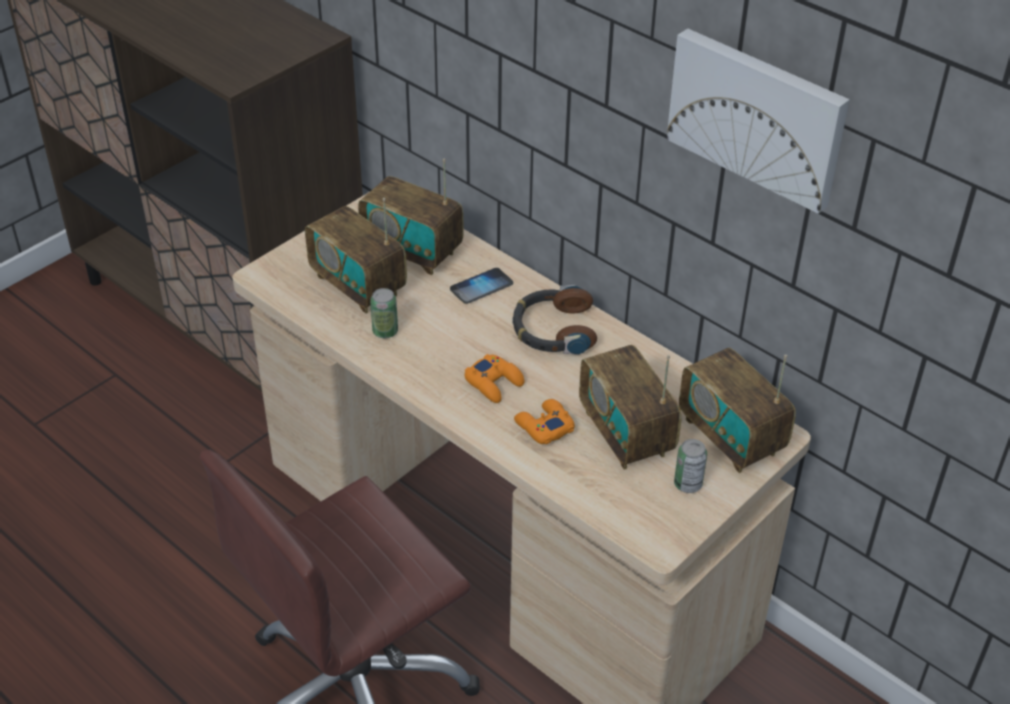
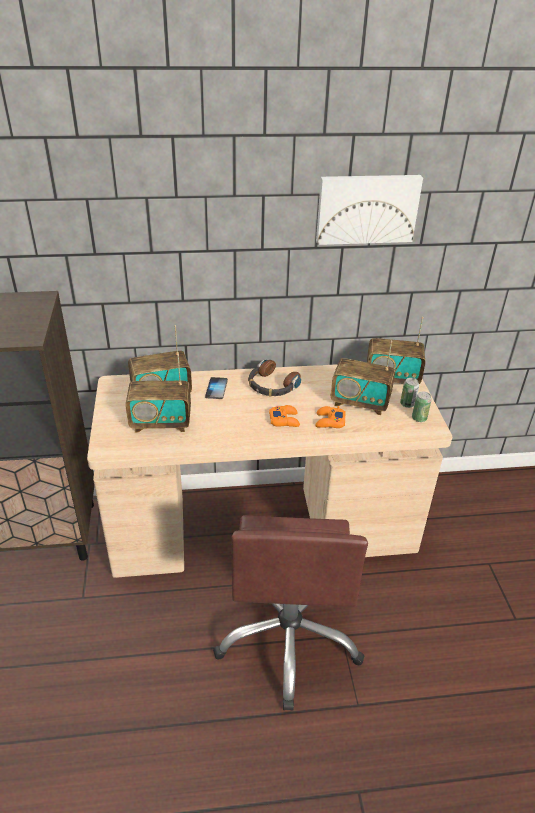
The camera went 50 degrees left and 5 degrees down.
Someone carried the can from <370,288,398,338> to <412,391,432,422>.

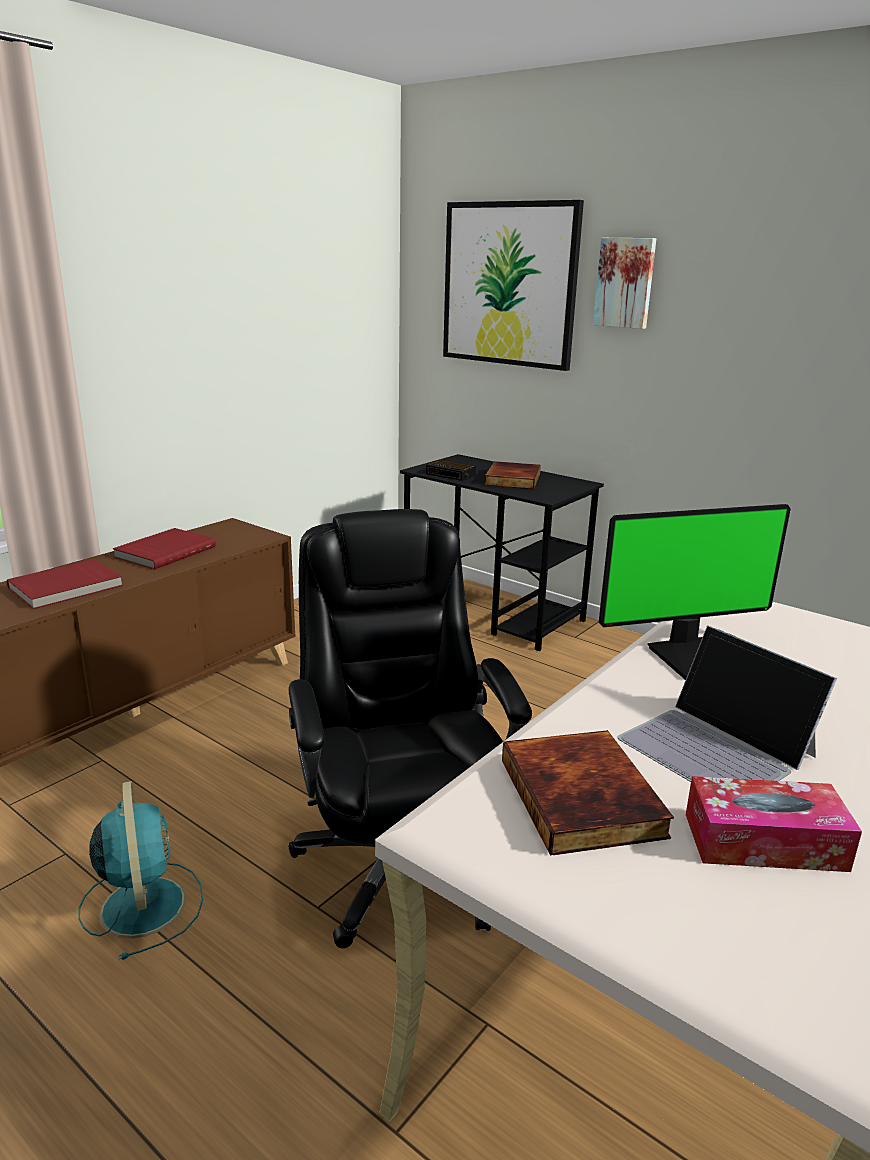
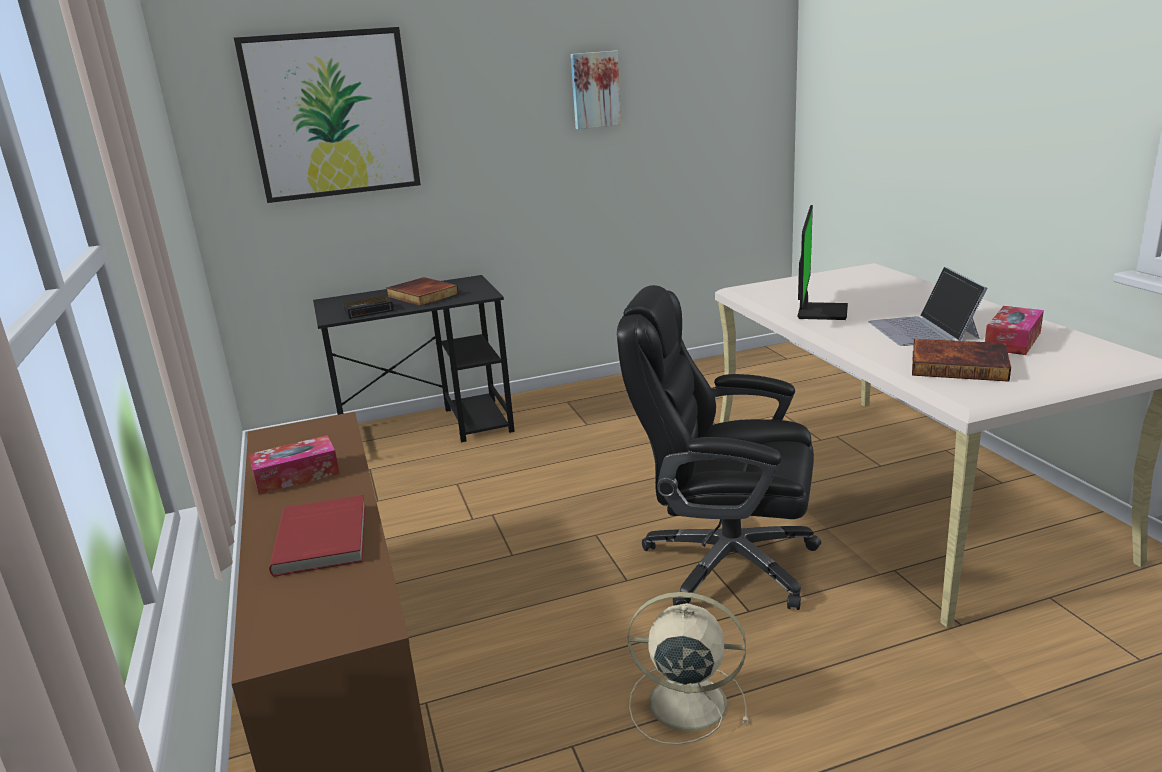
The camera went 55 degrees left and 0 degrees up.
Someone repainted the turquoise fan at <78,781,203,960>, which became the beige fan at <628,592,748,745>.
Someone swapped the red book at <113,528,216,570> for the tissue box at <249,435,340,495>.
Someone carried the picture from <593,238,656,329> to <571,51,621,129>.
Someone rotated the laptop at <618,625,837,782> by 90 degrees clockwise.

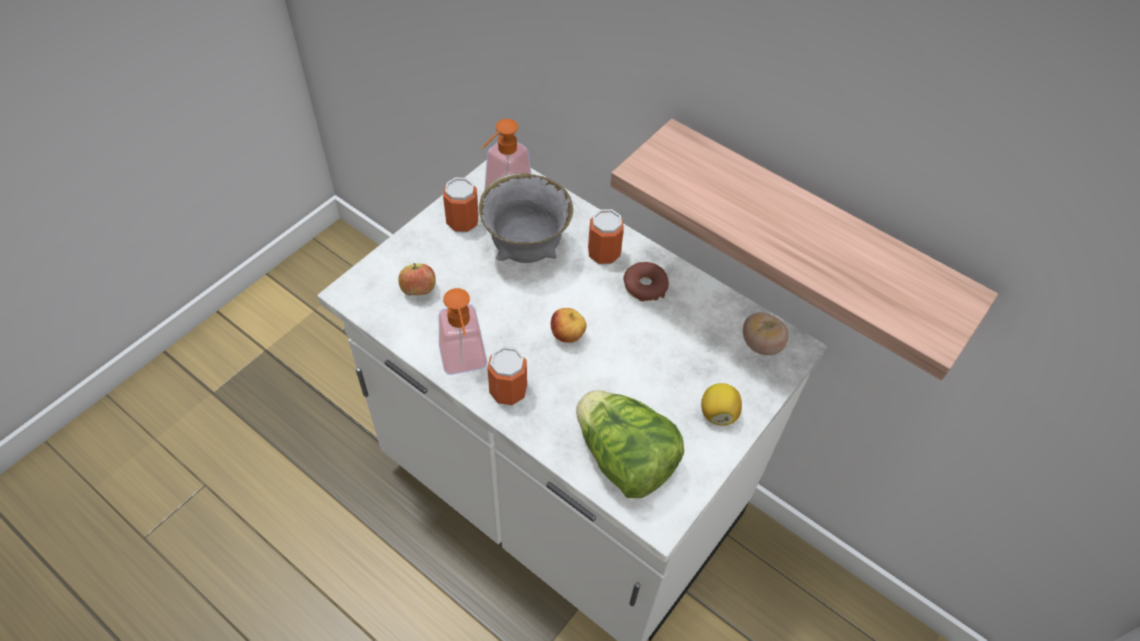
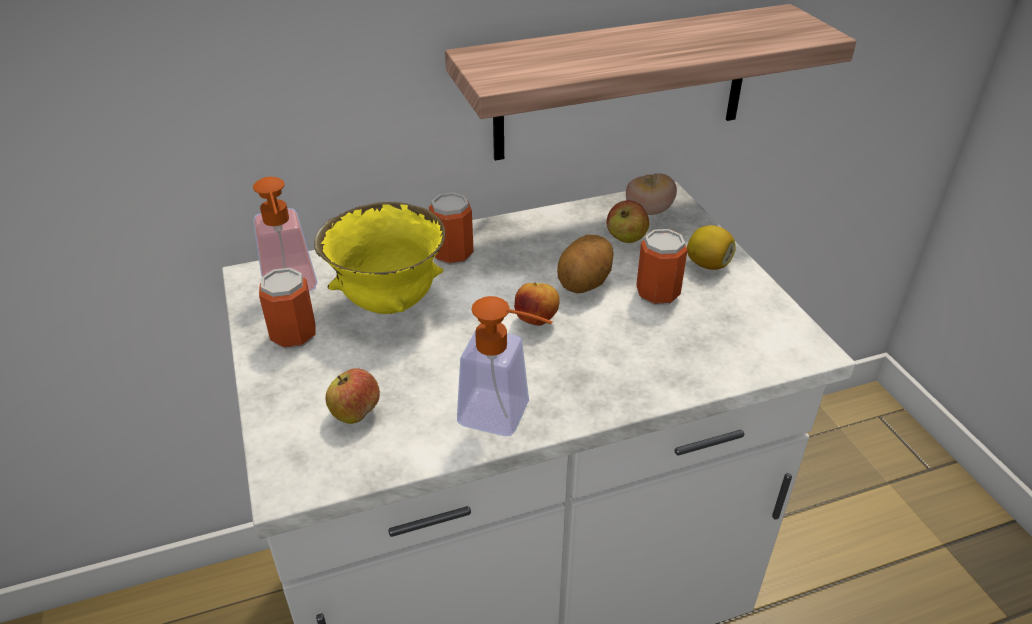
The camera went 55 degrees left and 15 degrees down.
Someone repainted the grey bowl at <479,173,573,263>, which became the yellow bowl at <314,202,446,314>.
Someone carried the can from <487,346,527,405> to <636,229,687,305>.
Someone took away the lettuce at <576,390,684,498>.
Someone took away the donut at <623,262,669,301>.
Someone put down the potato at <557,235,614,293>.
Someone put down the apple at <606,200,649,243>.

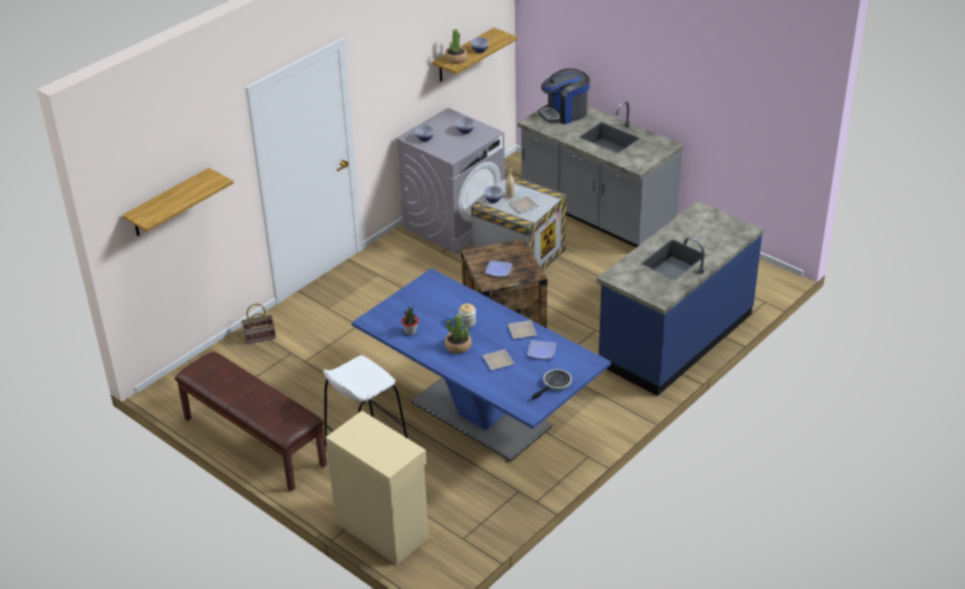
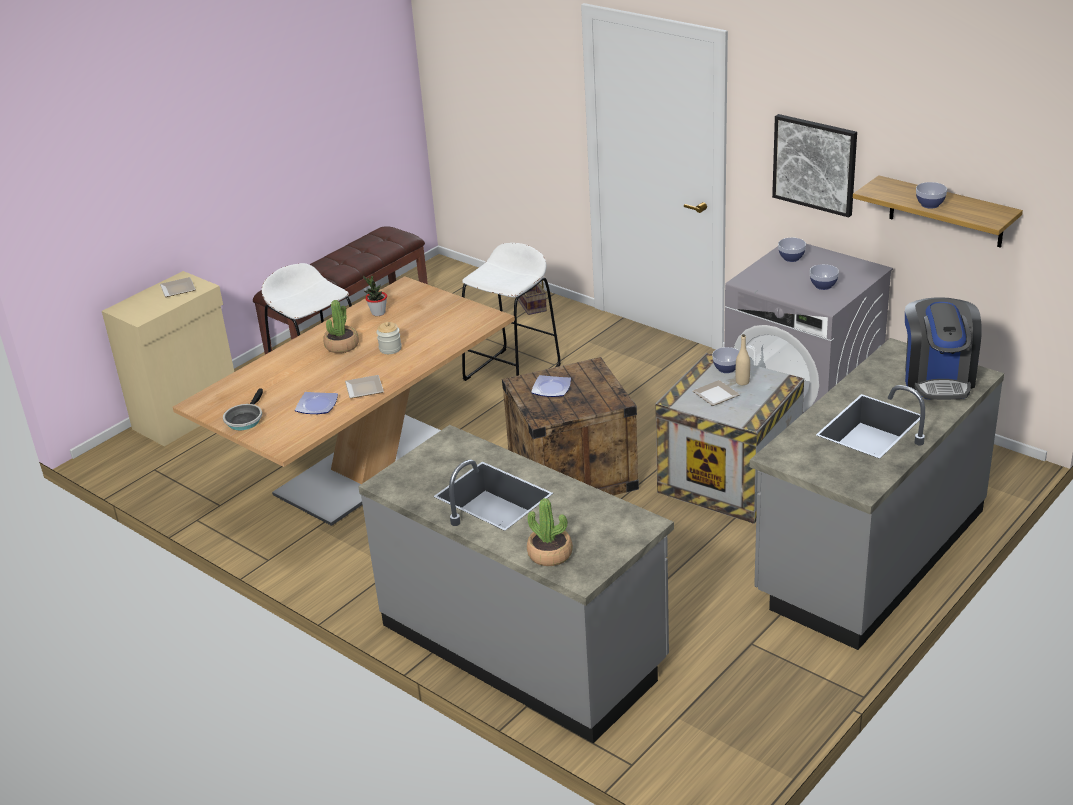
The camera went 90 degrees right and 5 degrees down.
Someone took away the shelf at <122,168,234,236>.
Someone repainted the blue dining table at <352,268,611,462>, which became the beige dining table at <172,276,515,526>.
Someone carried the potted plant from <445,29,468,64> to <527,498,573,566>.
Someone carried the plate from <482,349,514,370> to <160,277,196,297>.
Someone rotated the frying pan at <532,369,572,400> by 60 degrees clockwise.
Someone rotated the coffee machine at <539,68,590,124> by 150 degrees counterclockwise.
Someone repainted the blue counter at <597,201,763,396>, which became the grey counter at <358,425,674,743>.
Someone put down the white stool at <462,243,561,381>.
Someone put up the picture at <772,114,857,218>.

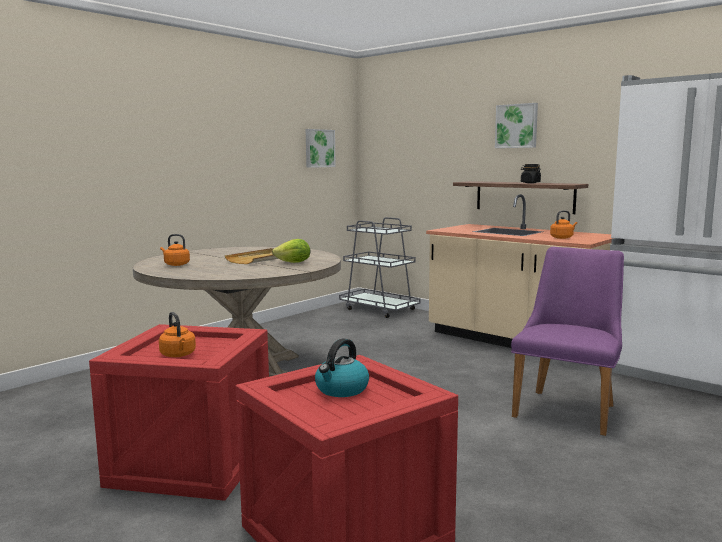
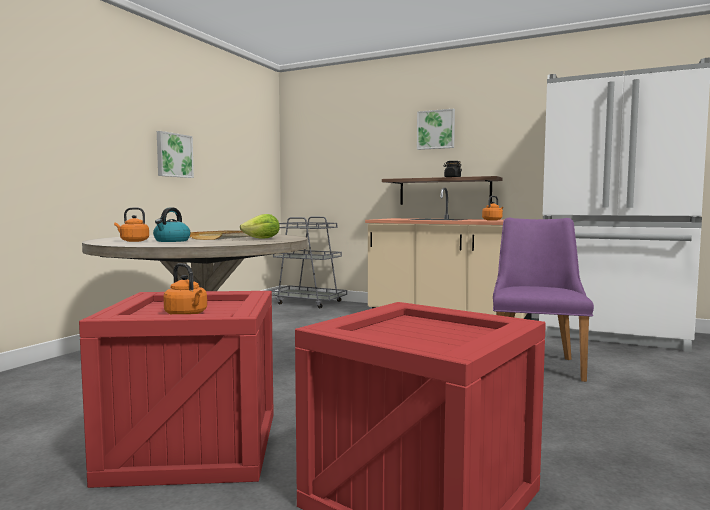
The camera went 15 degrees left and 5 degrees down.
Someone carried the picture from <306,129,336,168> to <157,131,194,178>.
Someone carried the kettle from <315,339,369,397> to <153,207,191,242>.

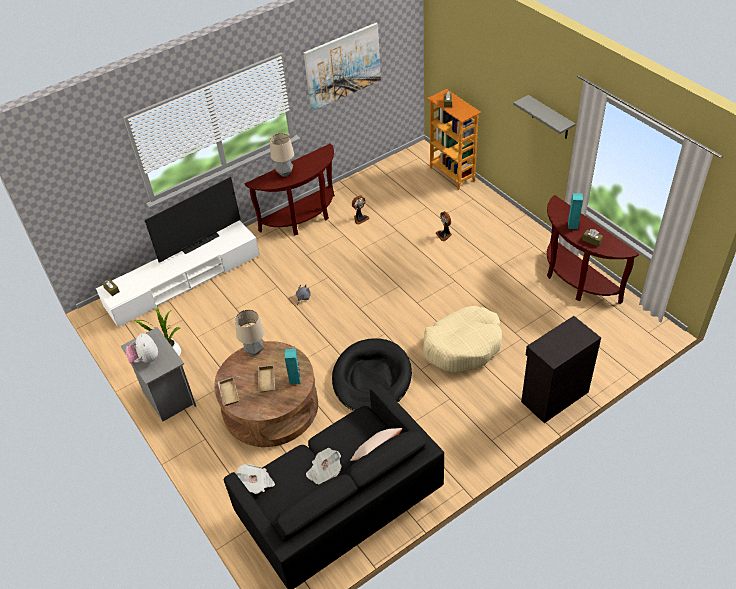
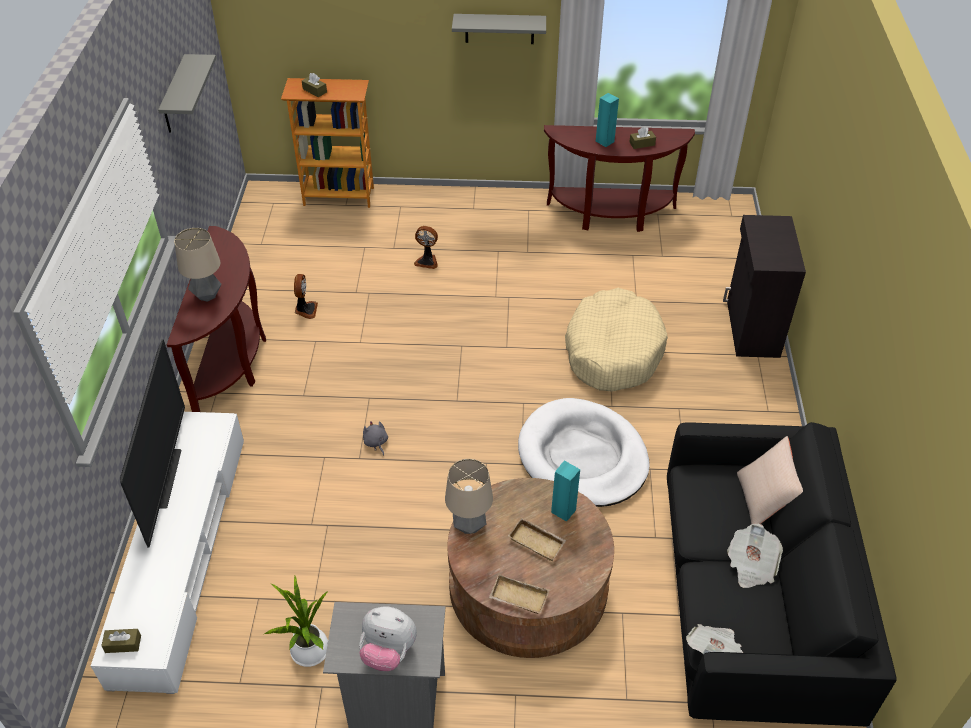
The camera went 55 degrees left and 0 degrees up.
Someone swapped the picture at <304,23,381,111> for the grey shelf at <158,54,216,133>.
Someone repainted the black dog bed at <332,338,412,411>, which became the white dog bed at <518,398,650,507>.

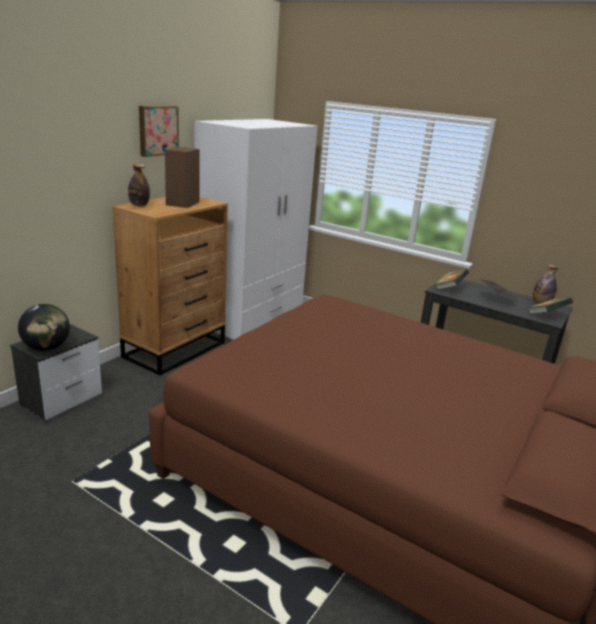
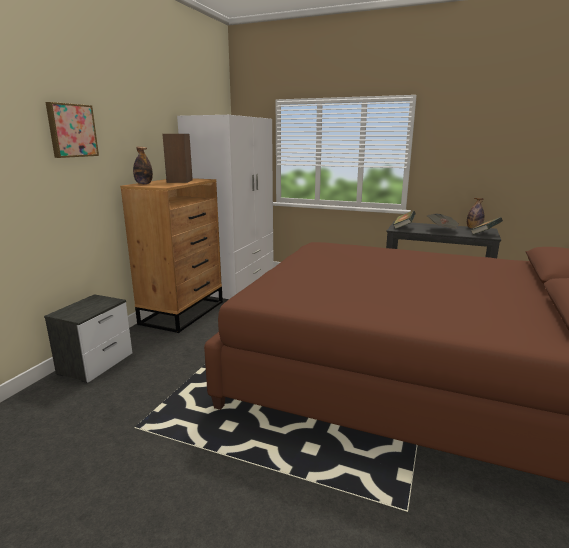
The camera went 10 degrees left and 5 degrees down.
Someone took away the globe at <18,304,70,351>.
Someone carried the picture from <139,106,179,157> to <46,102,99,158>.

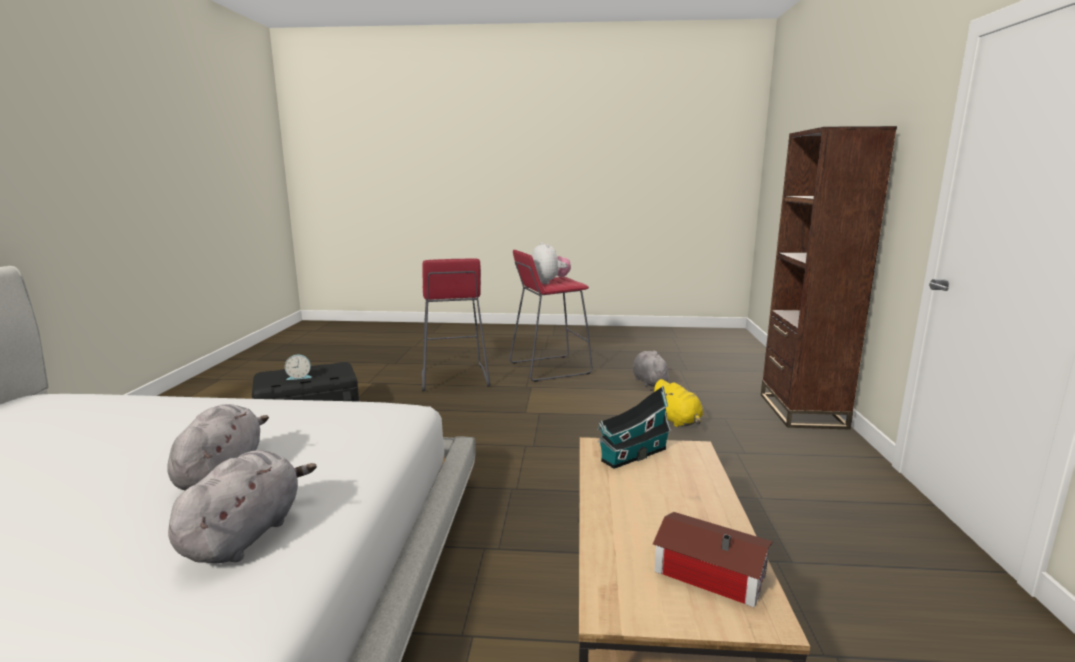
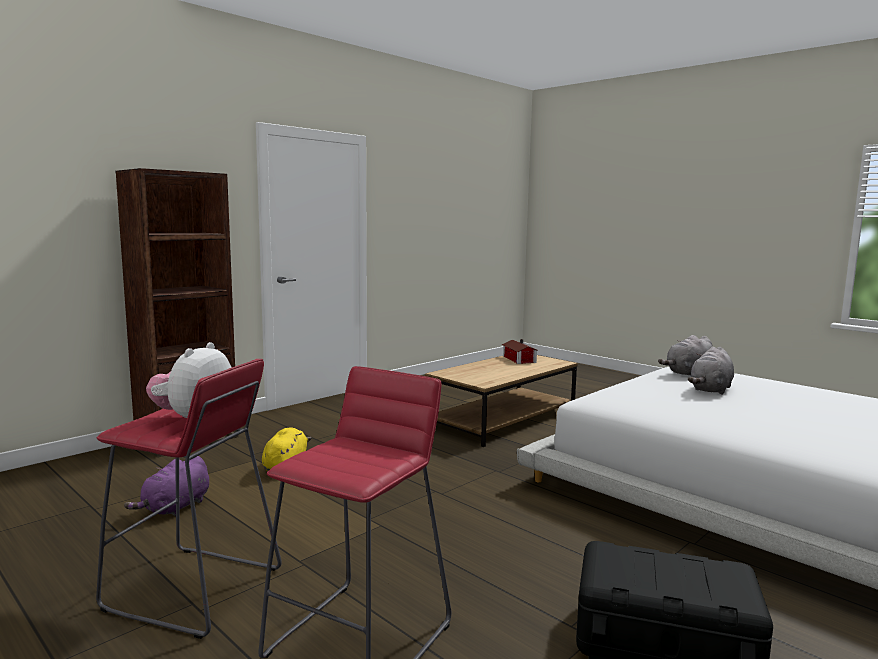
The camera went 140 degrees left and 5 degrees down.
Someone took away the alarm clock at <285,355,312,380>.
Someone took away the toy house at <598,386,672,469>.
Someone repainted the grey plush toy at <633,351,671,387>, which became the purple plush toy at <124,456,209,516>.

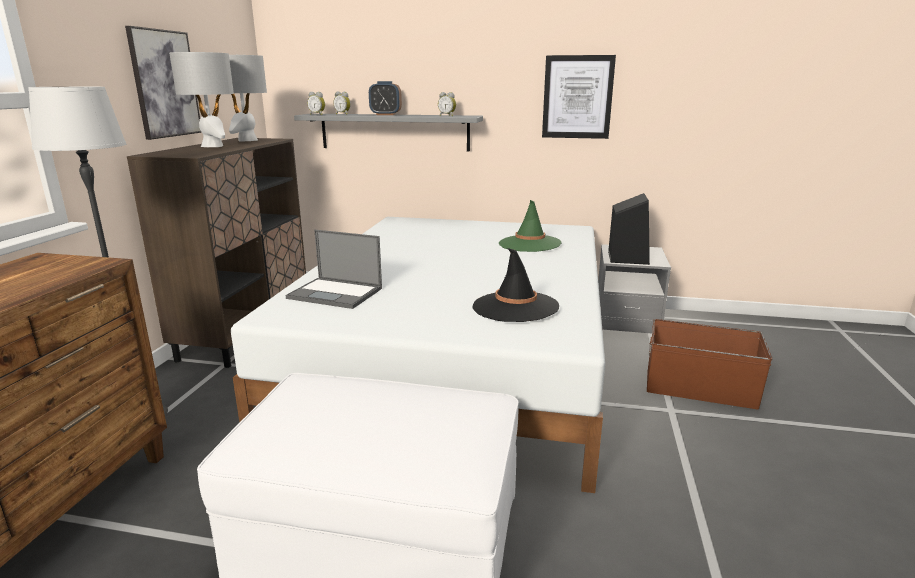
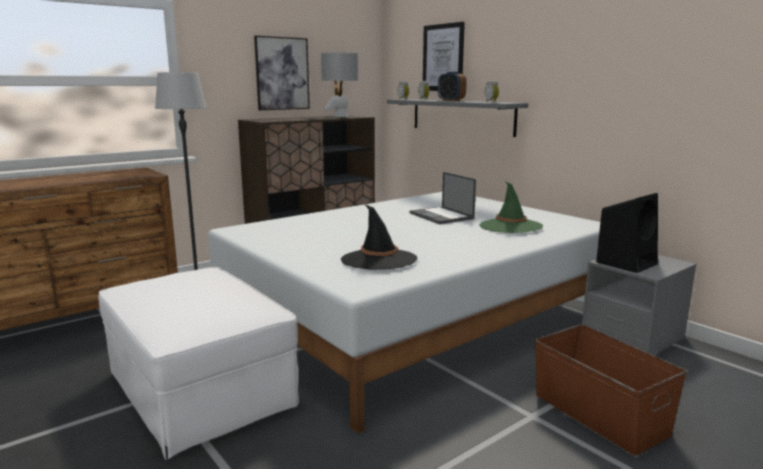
The camera went 40 degrees right and 5 degrees down.
Someone took away the grey table lamp at <169,52,234,147>.
Someone carried the laptop from <286,230,382,309> to <409,172,476,224>.
Someone carried the picture from <542,55,616,139> to <423,22,465,91>.

